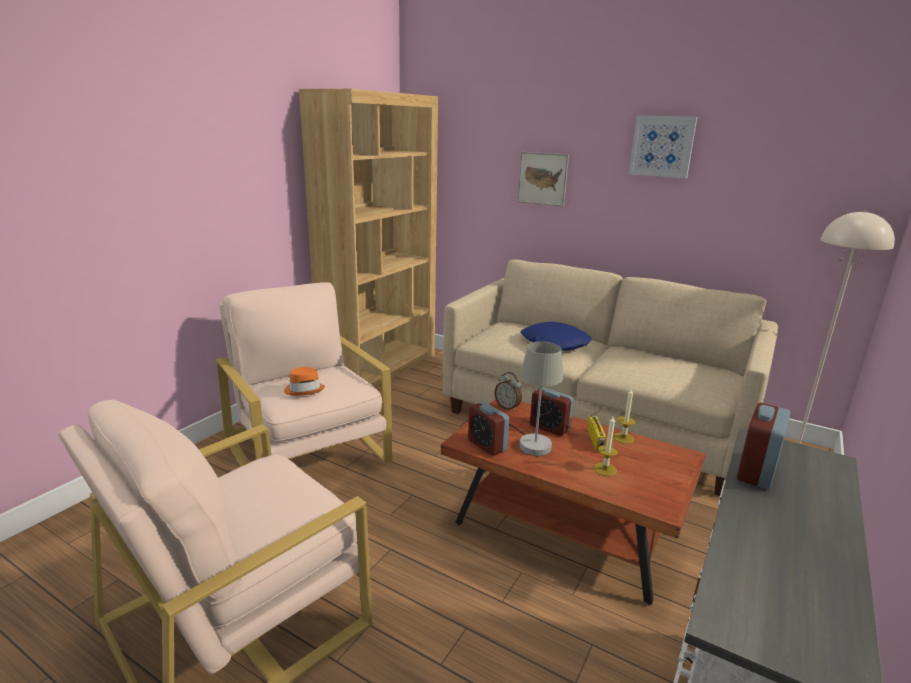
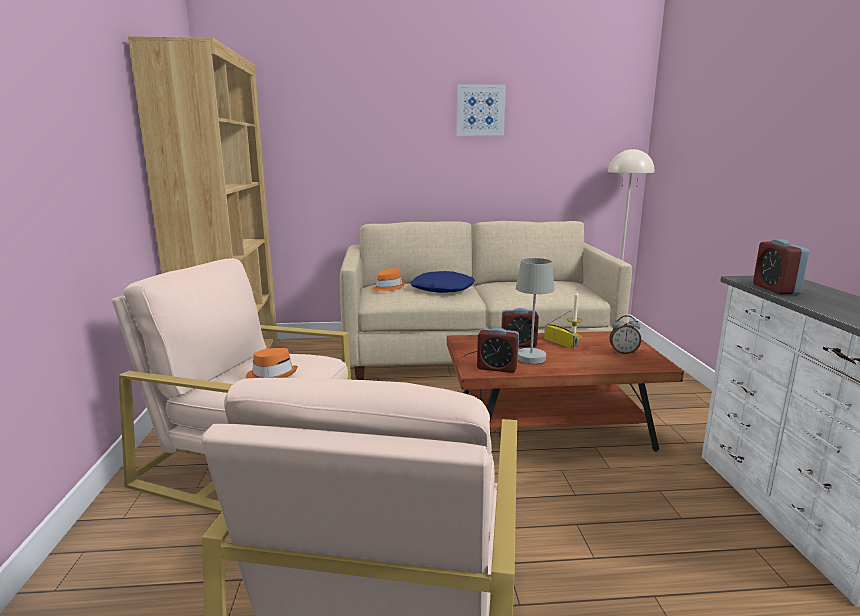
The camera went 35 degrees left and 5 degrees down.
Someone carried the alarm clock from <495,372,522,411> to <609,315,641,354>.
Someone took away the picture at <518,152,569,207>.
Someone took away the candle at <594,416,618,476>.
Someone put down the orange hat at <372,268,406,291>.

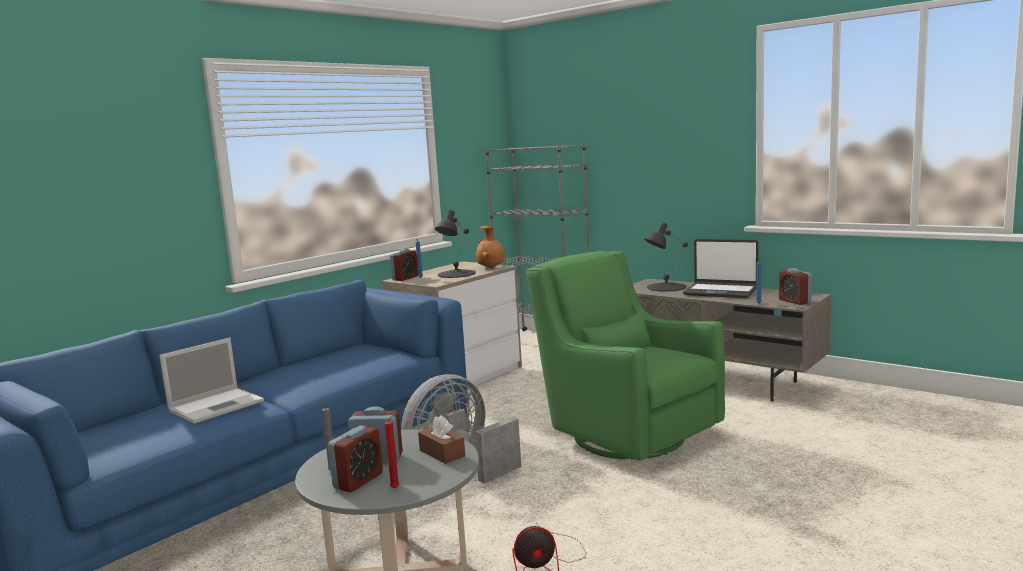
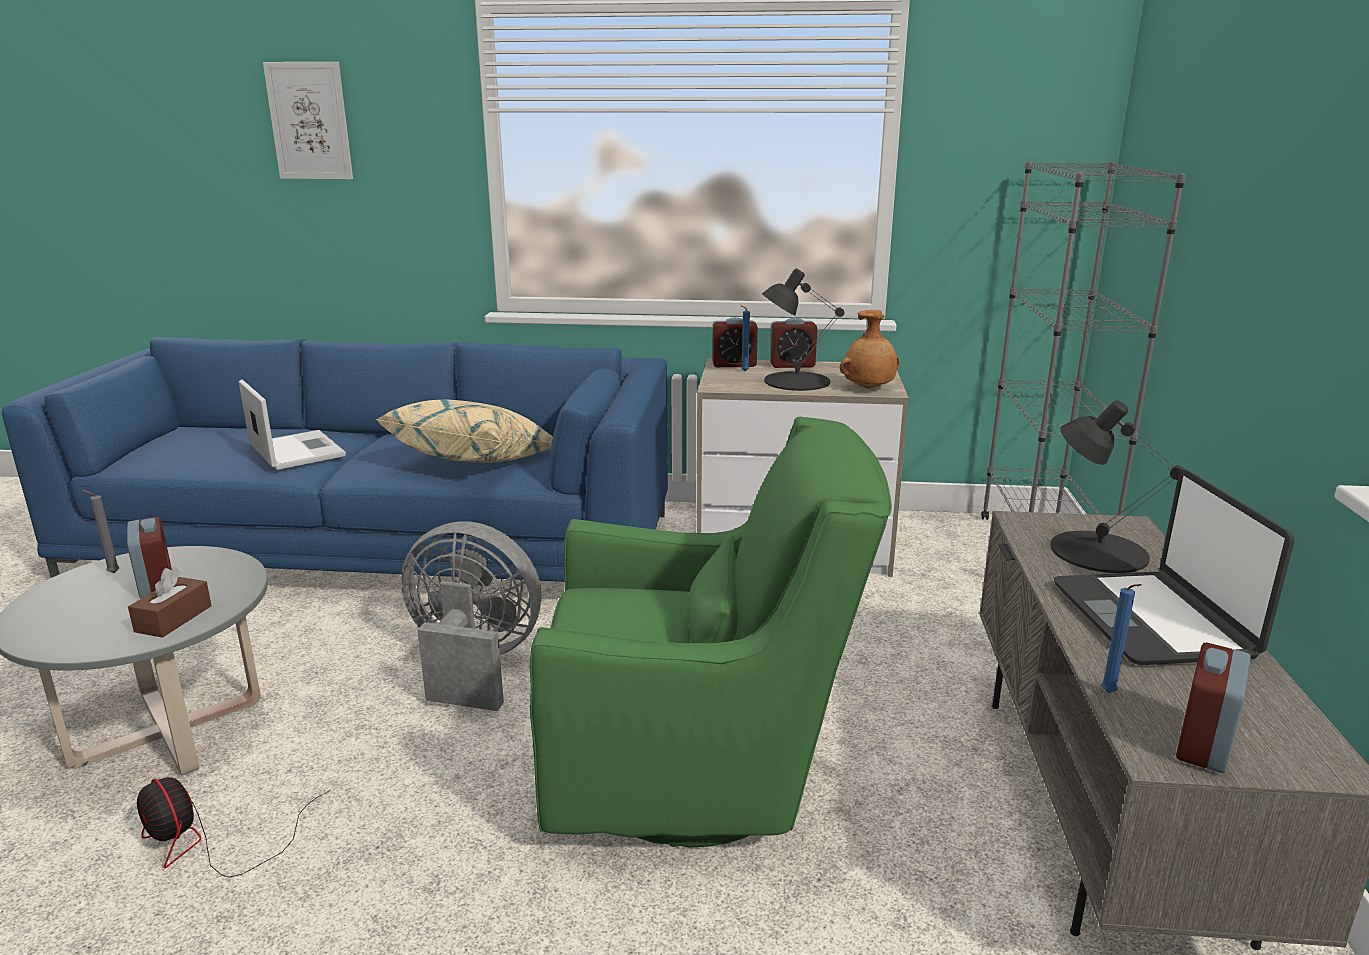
The camera went 55 degrees right and 10 degrees up.
Someone rotated the laptop at <159,338,264,424> by 135 degrees counterclockwise.
Someone carried the alarm clock from <328,425,383,492> to <770,318,817,368>.
Someone took away the red candle at <385,414,399,488>.
Someone rotated the green armchair at <526,251,725,460> by 75 degrees clockwise.
Someone put up the picture at <263,62,353,179>.
Someone put down the beige pillow at <376,400,553,463>.

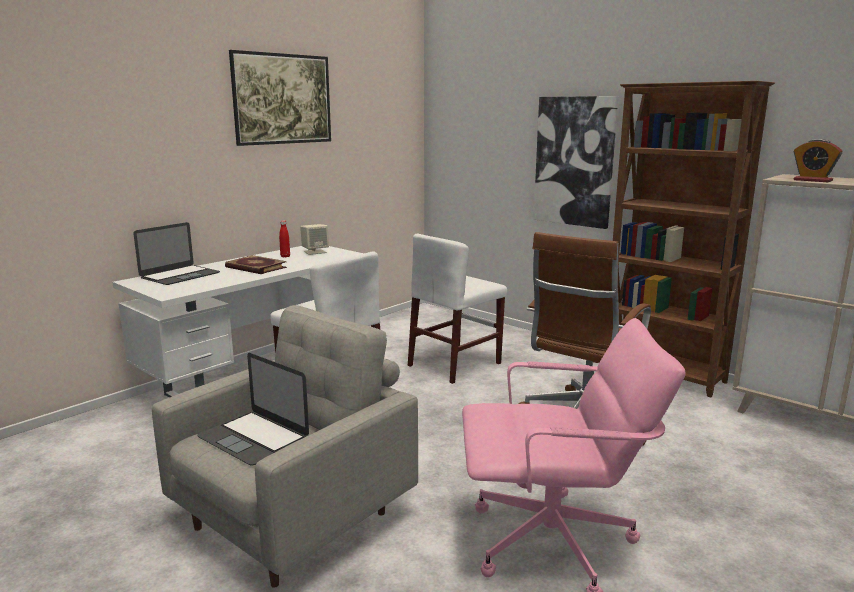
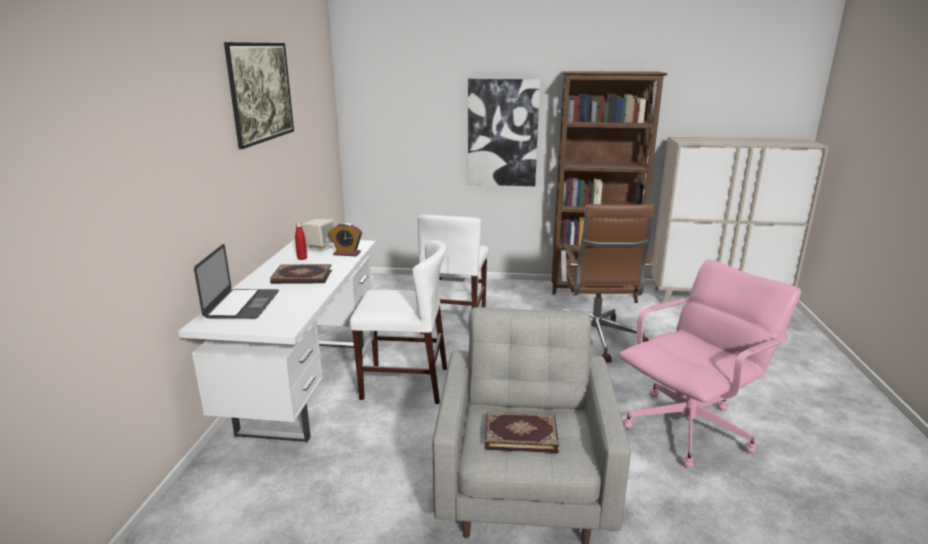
The camera went 35 degrees left and 5 degrees up.
Someone swapped the laptop at <197,353,309,466> for the book at <485,412,559,453>.
Someone carried the alarm clock from <793,139,842,182> to <329,223,362,256>.

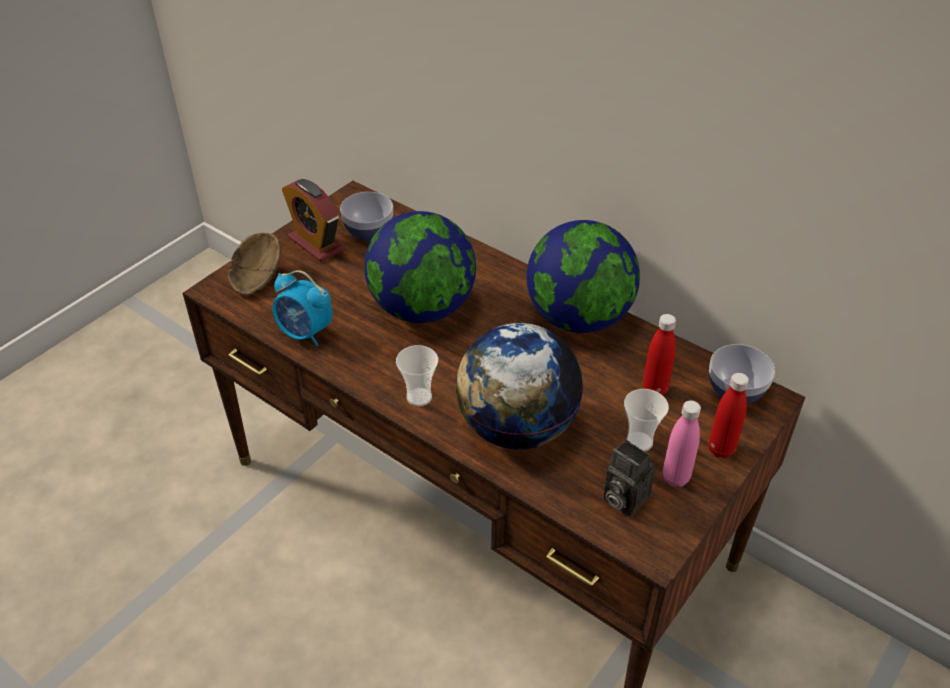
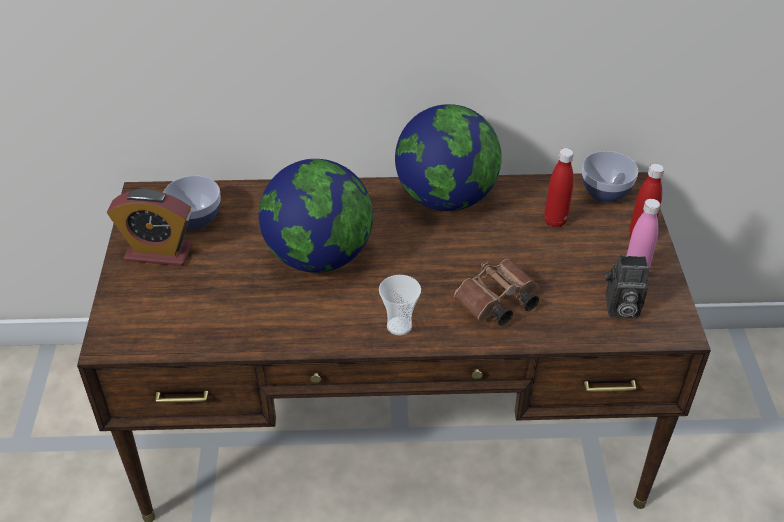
The camera went 40 degrees left and 0 degrees up.
Someone took away the brown bowl at <228,233,281,295>.
Someone took away the alarm clock at <272,270,333,347>.
Someone swapped the globe at <456,323,583,450> for the brown binoculars at <454,259,539,326>.
Someone took away the cup at <624,389,669,452>.

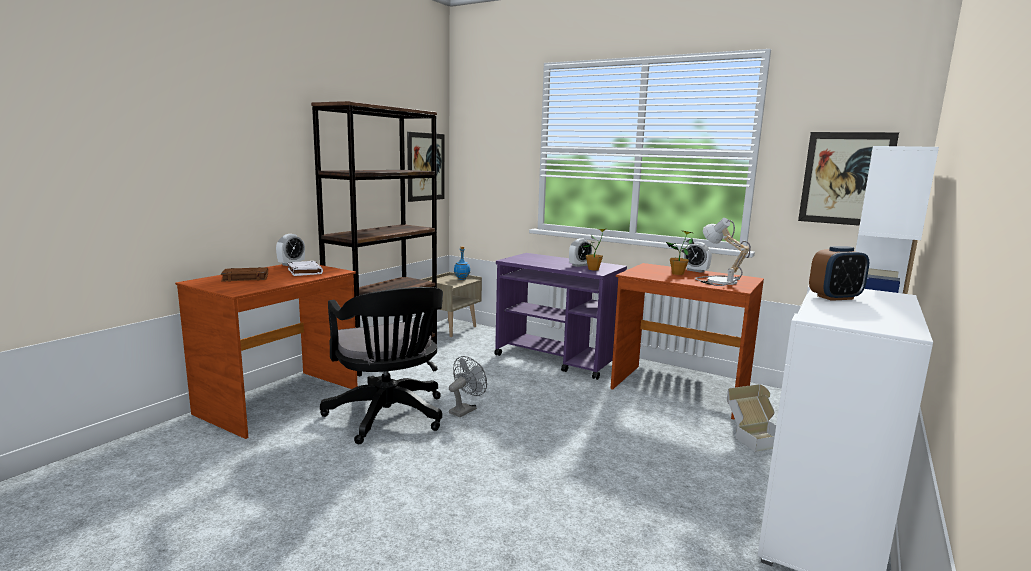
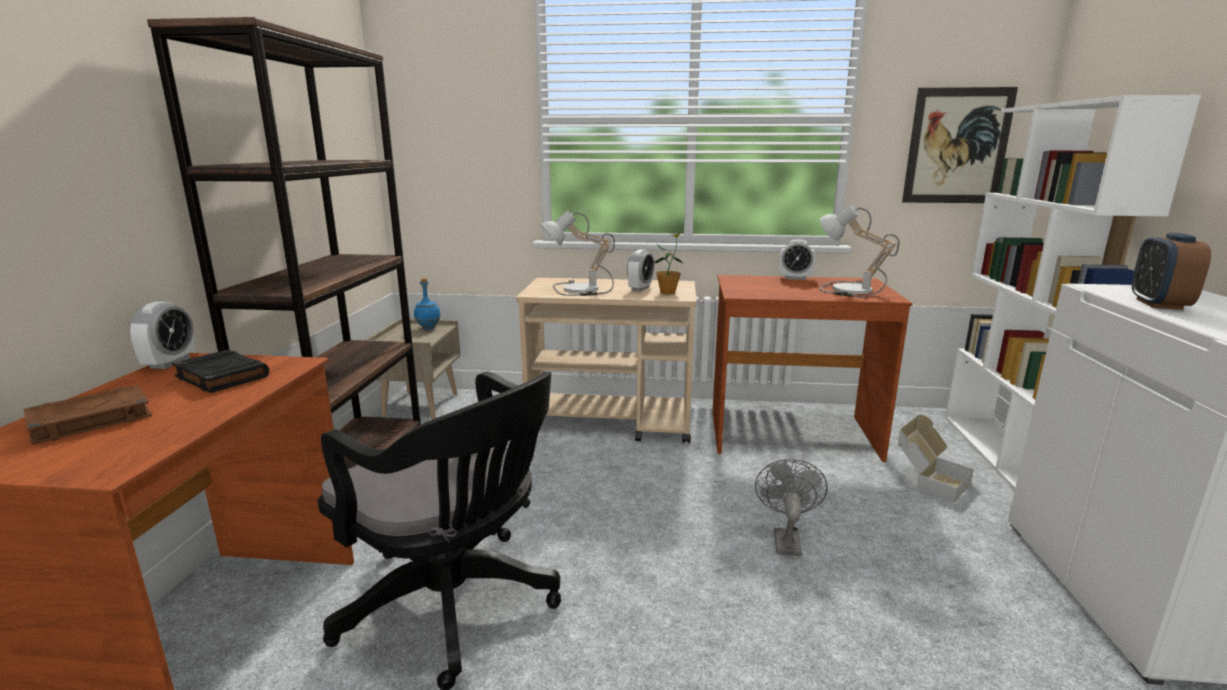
The camera went 25 degrees left and 5 degrees up.
Someone repainted the white book at <288,261,323,276>, which became the black book at <172,350,269,393>.
Someone took away the picture at <407,132,445,202>.
Someone carried the grey fan from <449,356,487,417> to <755,459,828,556>.
Someone repainted the purple cart at <494,253,627,380>, which became the beige cart at <516,278,697,444>.
Someone took away the potted plant at <666,231,694,275>.
Someone rotated the alarm clock at <809,246,869,301> by 150 degrees clockwise.
Someone put down the table lamp at <541,211,615,296>.

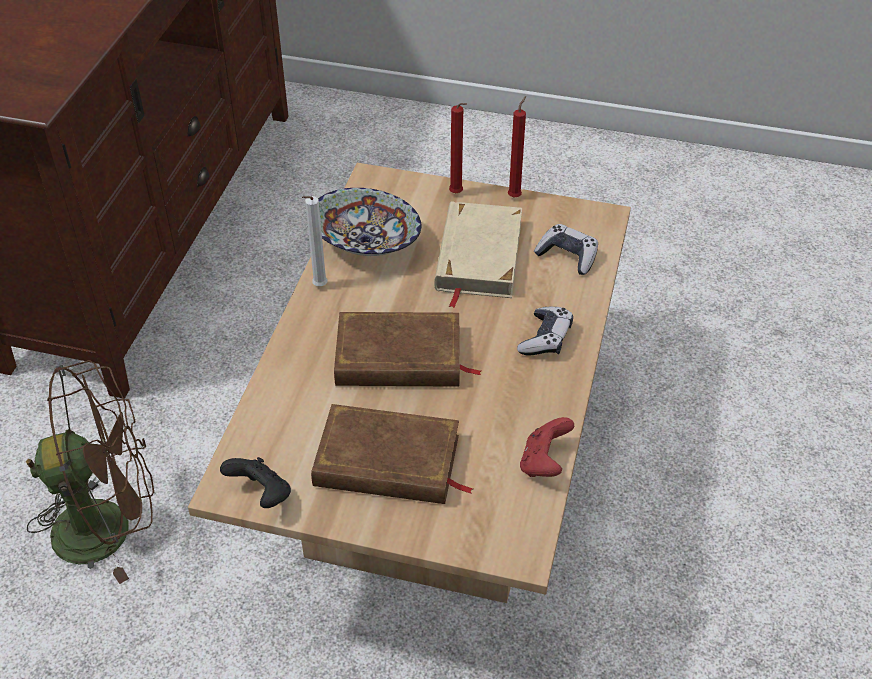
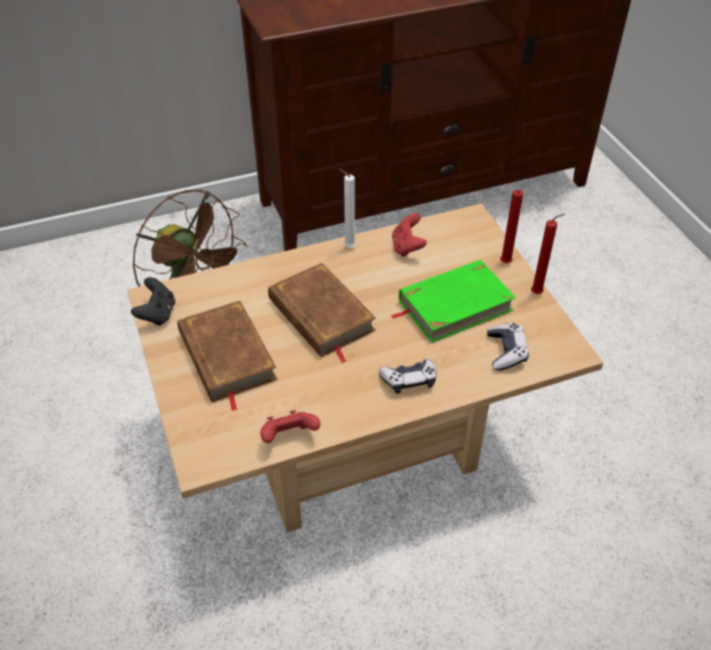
The camera went 55 degrees right and 0 degrees up.
Someone swapped the bowl at <318,188,421,256> for the red game controller at <392,213,427,257>.
Someone repainted the beige book at <434,201,522,308>, which became the green book at <391,260,516,343>.

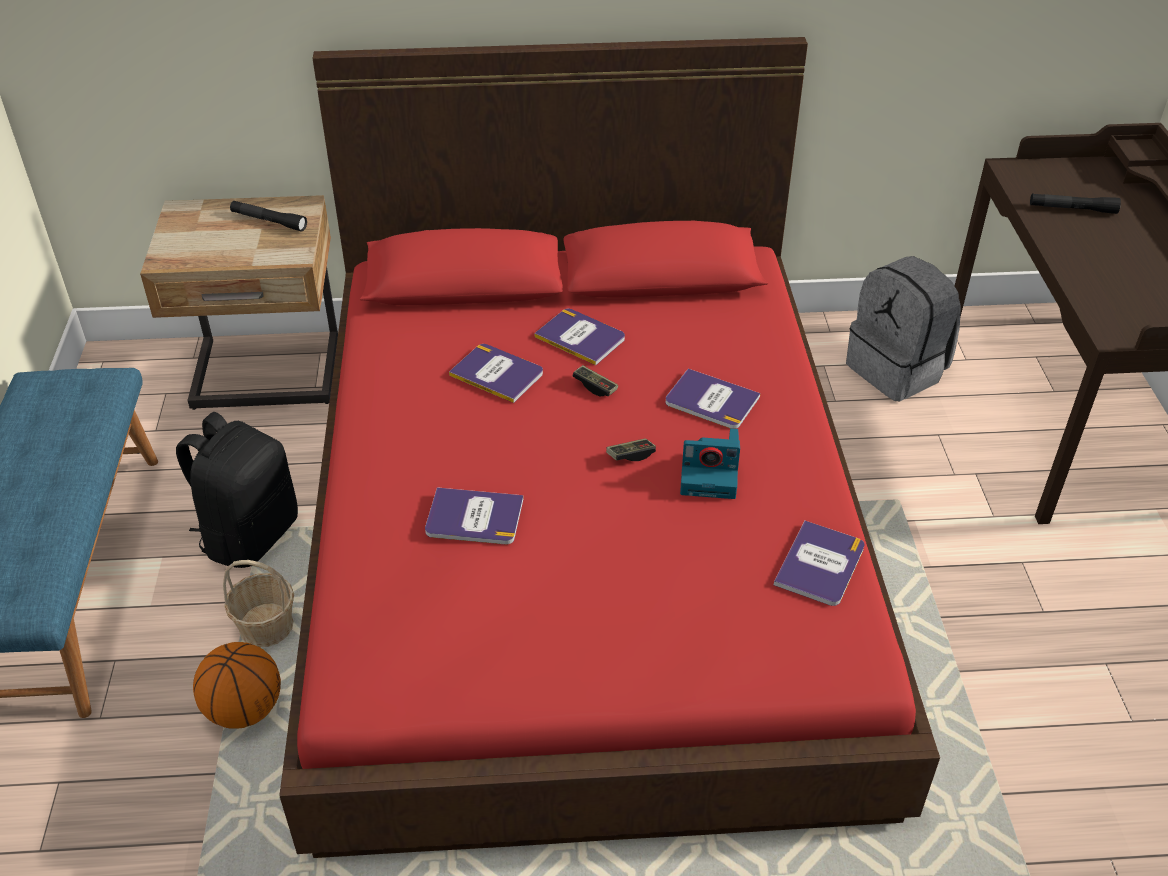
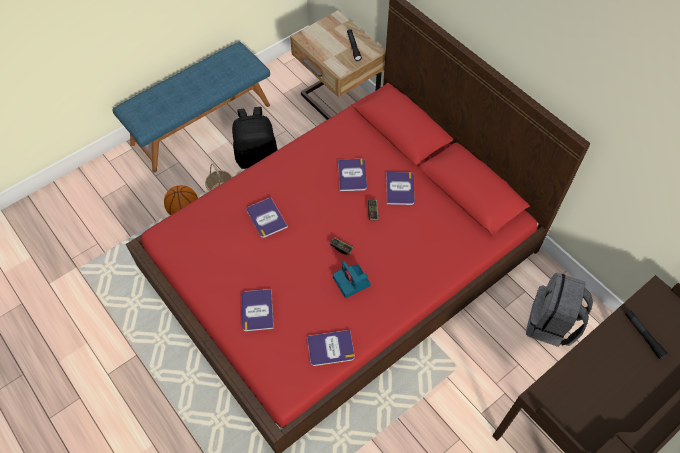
The camera went 55 degrees right and 15 degrees up.
Someone carried the book from <665,368,760,429> to <241,289,274,331>.

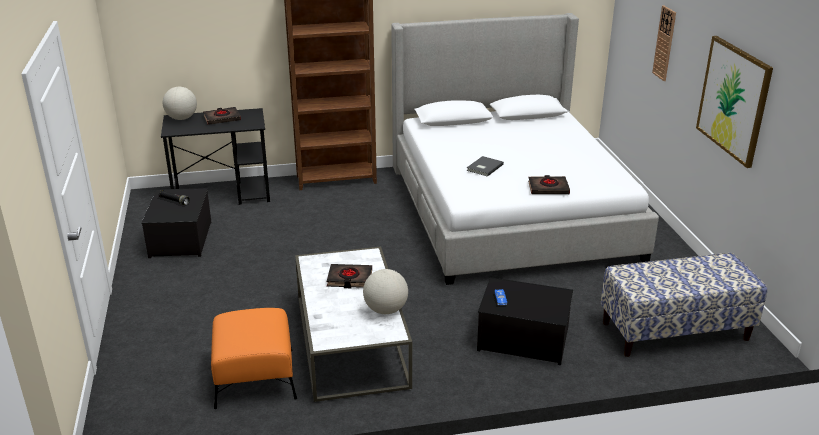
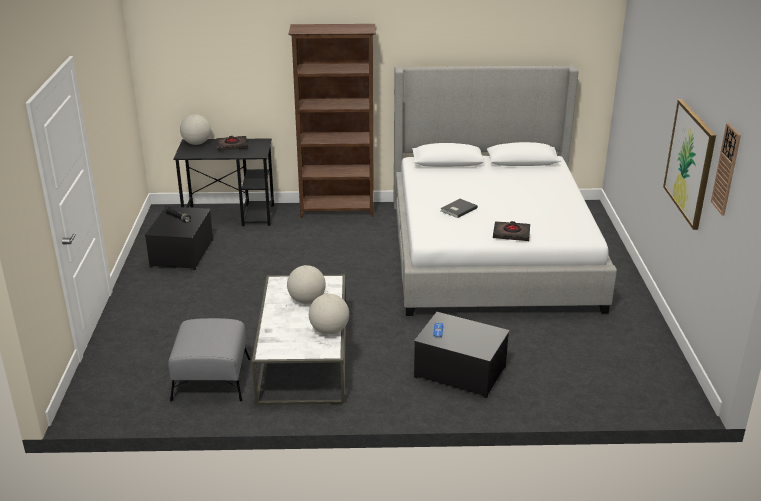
The camera went 10 degrees right and 0 degrees up.
Someone repainted the orange ottoman at <211,308,297,409>, which became the grey ottoman at <168,318,251,401>.
Someone swapped the black book at <327,264,372,288> for the globe at <287,265,326,304>.
Someone took away the bench at <601,253,767,357>.
Someone carried the wall clock from <652,6,676,81> to <711,123,741,216>.

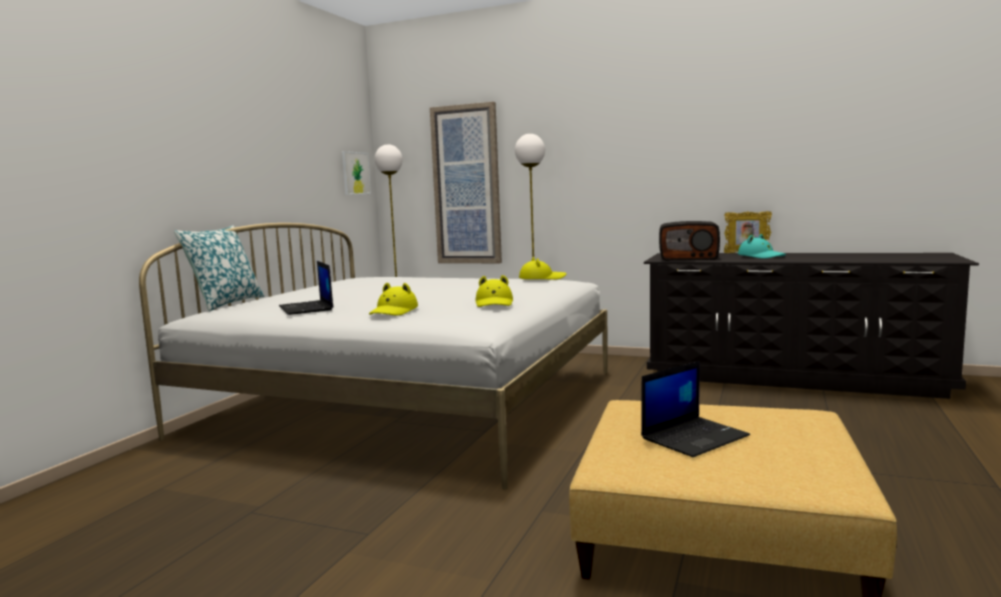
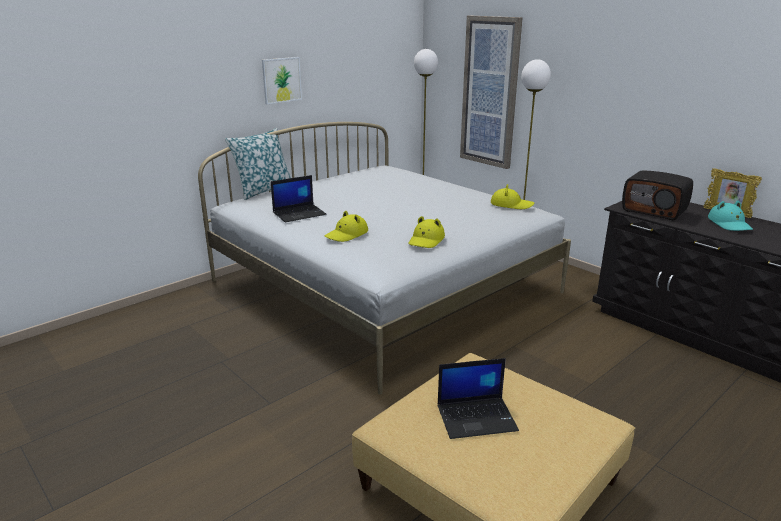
The camera went 25 degrees right and 15 degrees up.
Someone rotated the laptop at <279,261,333,315> by 120 degrees counterclockwise.
Someone carried the picture from <342,151,371,195> to <262,57,302,104>.

